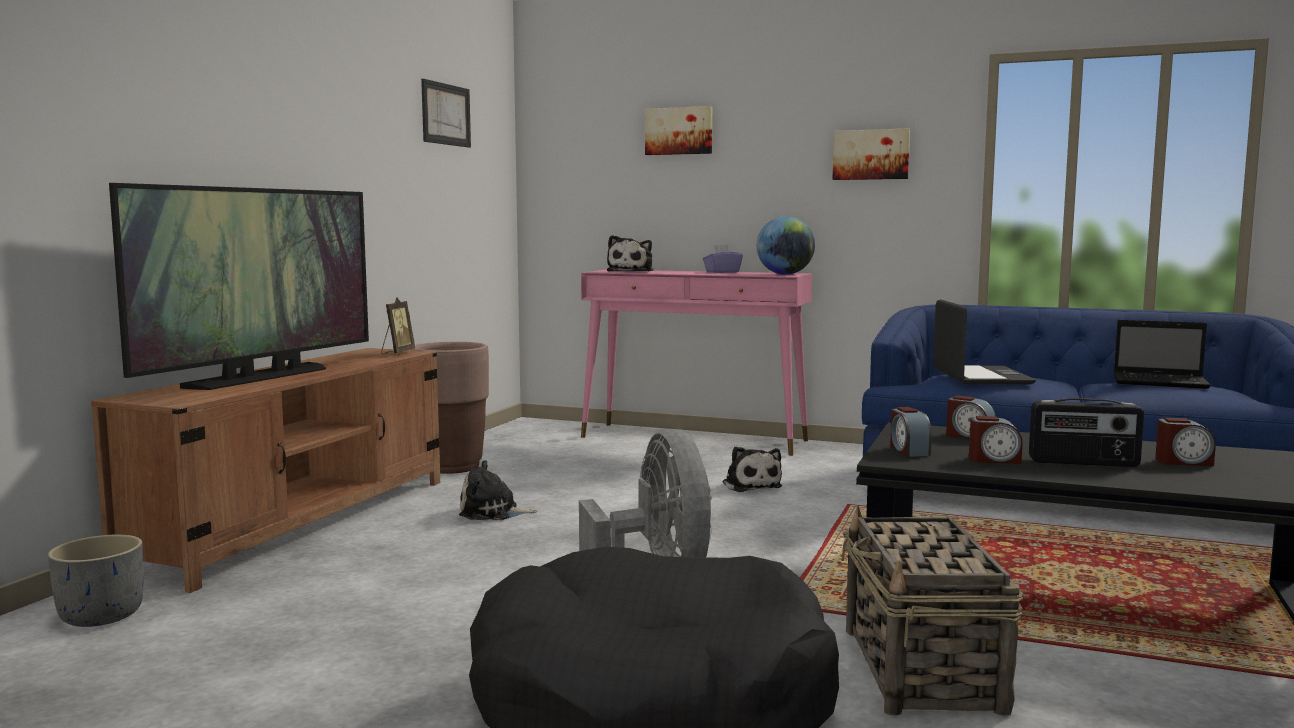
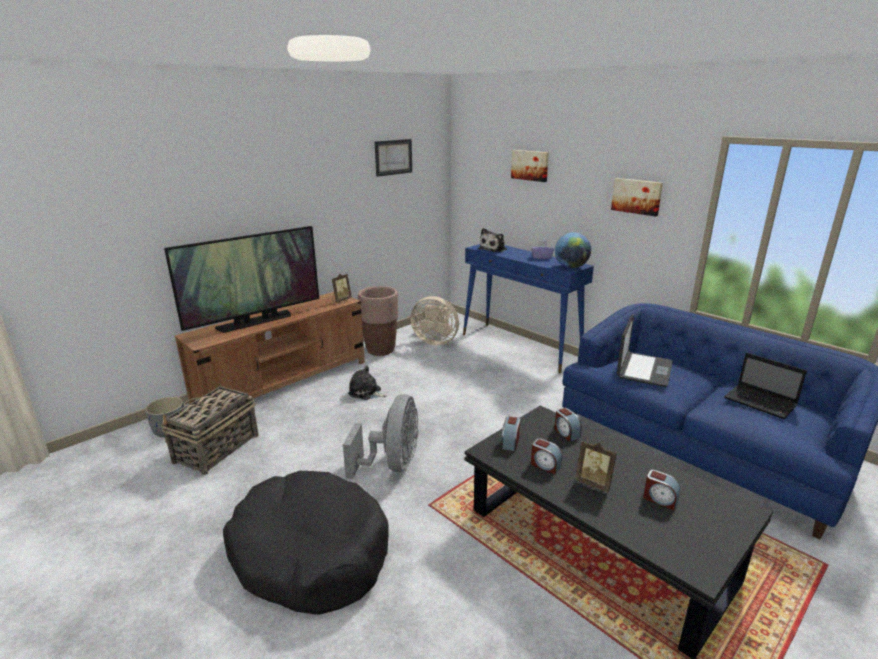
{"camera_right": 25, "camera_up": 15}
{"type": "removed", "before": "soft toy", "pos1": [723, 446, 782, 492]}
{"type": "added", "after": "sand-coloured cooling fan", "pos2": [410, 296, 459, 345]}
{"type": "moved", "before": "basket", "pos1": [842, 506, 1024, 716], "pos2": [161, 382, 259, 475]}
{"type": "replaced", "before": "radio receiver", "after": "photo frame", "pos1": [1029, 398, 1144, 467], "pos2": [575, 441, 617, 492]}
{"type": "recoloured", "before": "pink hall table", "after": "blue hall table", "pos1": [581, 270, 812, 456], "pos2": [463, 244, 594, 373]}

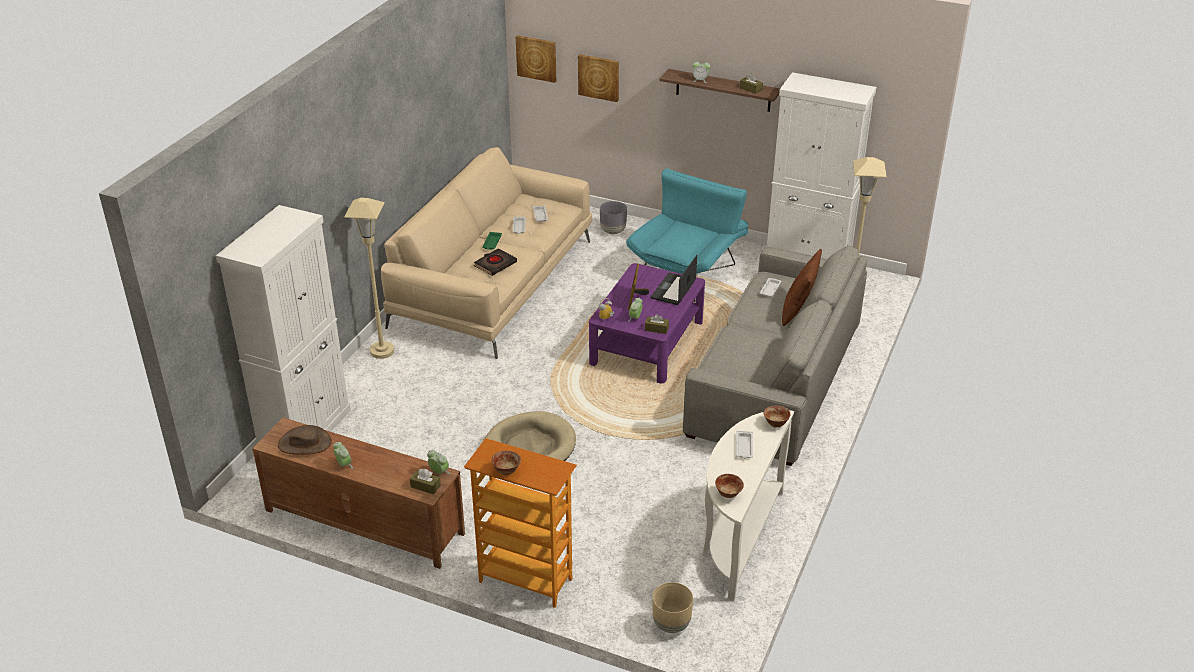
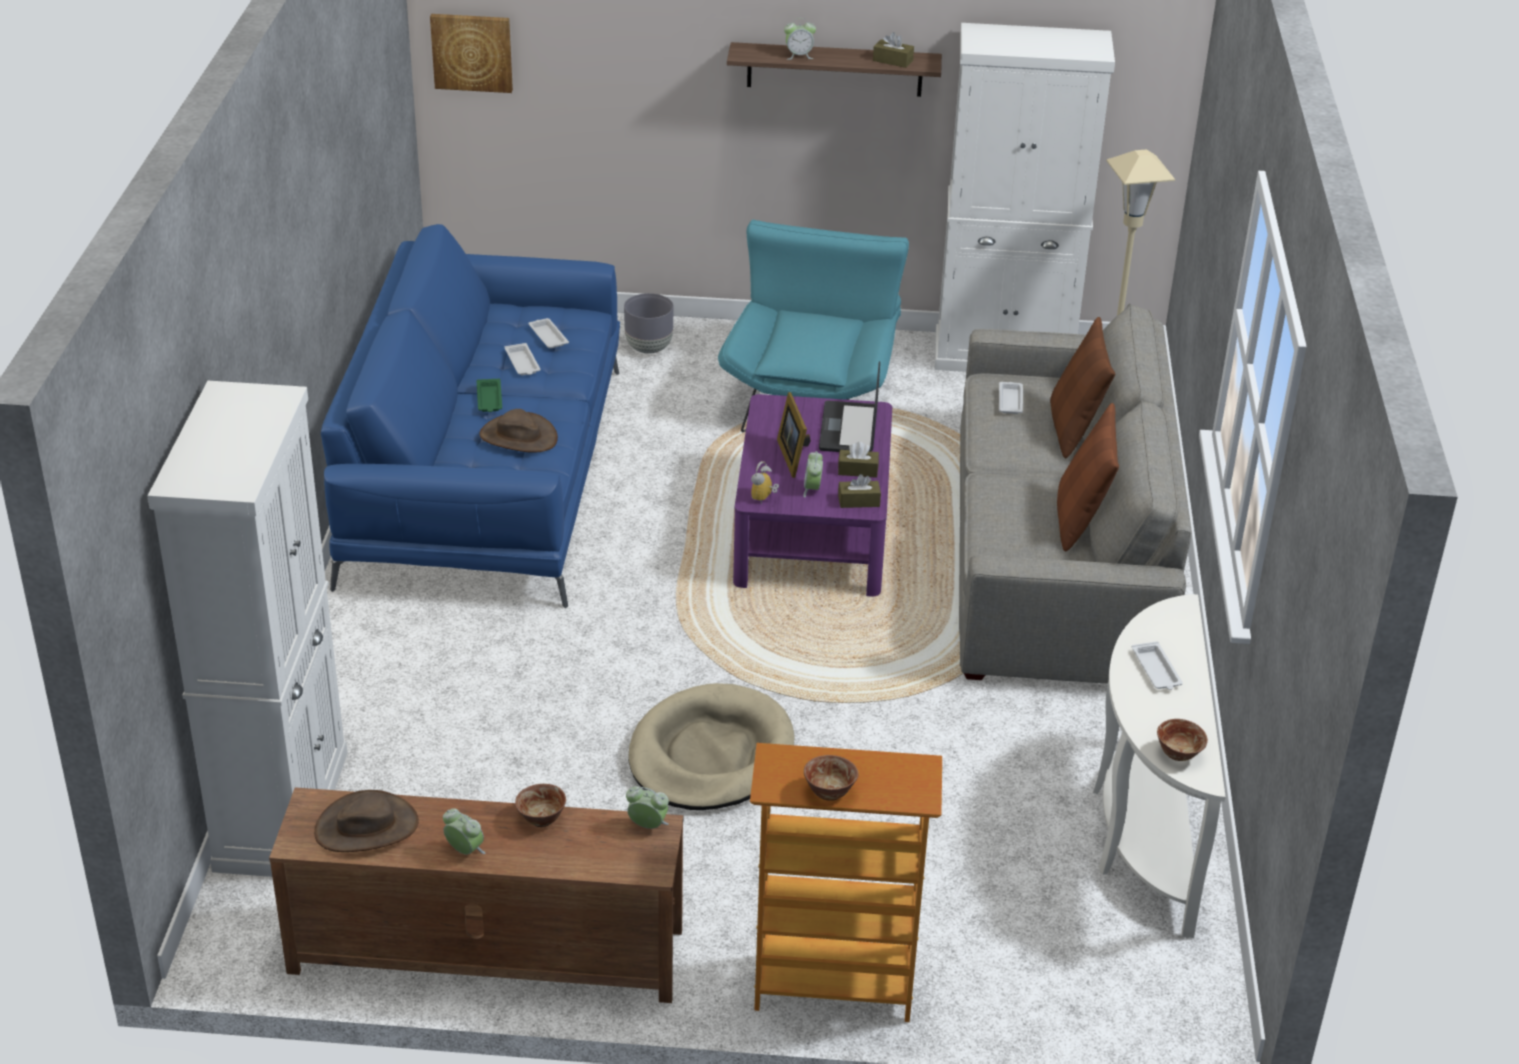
{"camera_right": -20, "camera_up": 0}
{"type": "removed", "before": "sand-coloured floor lamp", "pos1": [344, 198, 394, 359]}
{"type": "removed", "before": "wall picture", "pos1": [578, 54, 619, 102]}
{"type": "removed", "before": "sand-coloured plant pot", "pos1": [652, 582, 693, 633]}
{"type": "added", "after": "brown-coloured throw pillow", "pos2": [1057, 403, 1119, 552]}
{"type": "moved", "before": "brown-coloured tissue holder", "pos1": [410, 469, 441, 494], "pos2": [838, 442, 879, 478]}
{"type": "moved", "before": "serving bowl", "pos1": [764, 405, 790, 428], "pos2": [515, 784, 566, 827]}
{"type": "replaced", "before": "blackish volume", "after": "brown-coloured wearable hat", "pos1": [474, 249, 517, 276], "pos2": [479, 409, 558, 453]}
{"type": "recoloured", "before": "sand-coloured sofa", "after": "blue sofa", "pos1": [381, 147, 592, 359], "pos2": [321, 224, 620, 608]}

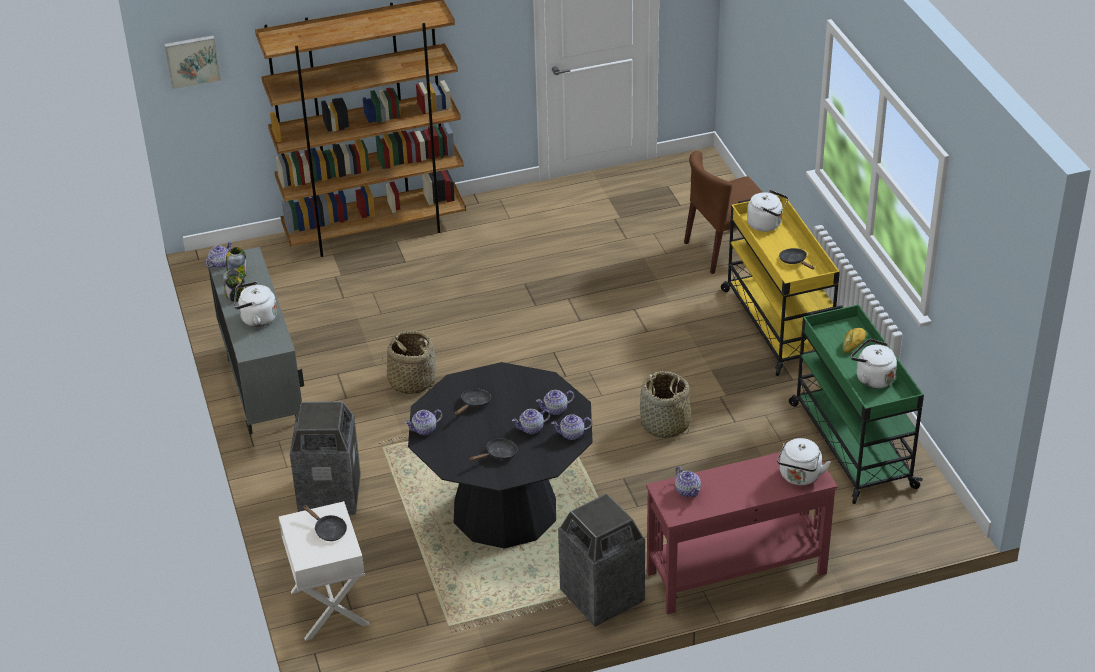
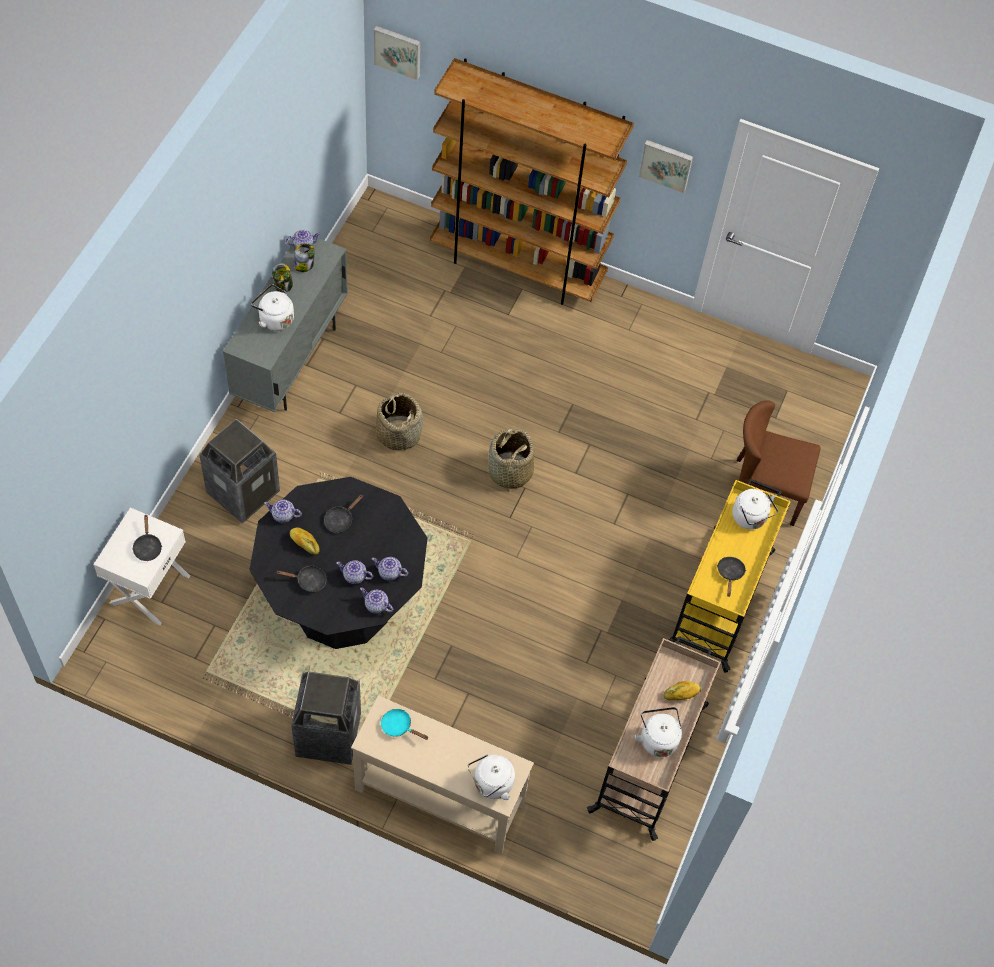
{"camera_right": 35, "camera_up": 20}
{"type": "added", "after": "bread", "pos2": [290, 527, 320, 555]}
{"type": "added", "after": "wall picture", "pos2": [639, 140, 693, 193]}
{"type": "moved", "before": "basket", "pos1": [640, 371, 691, 438], "pos2": [488, 429, 534, 491]}
{"type": "replaced", "before": "tea pot", "after": "turquoise-coloured pan", "pos1": [675, 466, 701, 497], "pos2": [381, 709, 429, 740]}
{"type": "recoloured", "before": "reddish hall table", "after": "sand-coloured hall table", "pos1": [646, 452, 838, 615], "pos2": [351, 695, 534, 855]}
{"type": "recoloured", "before": "greenish cart", "after": "sand-coloured cart", "pos1": [789, 304, 924, 504], "pos2": [587, 636, 721, 841]}
{"type": "turned", "before": "blackish pan", "pos1": [455, 388, 491, 415], "pos2": [324, 495, 363, 533], "turn": 150}

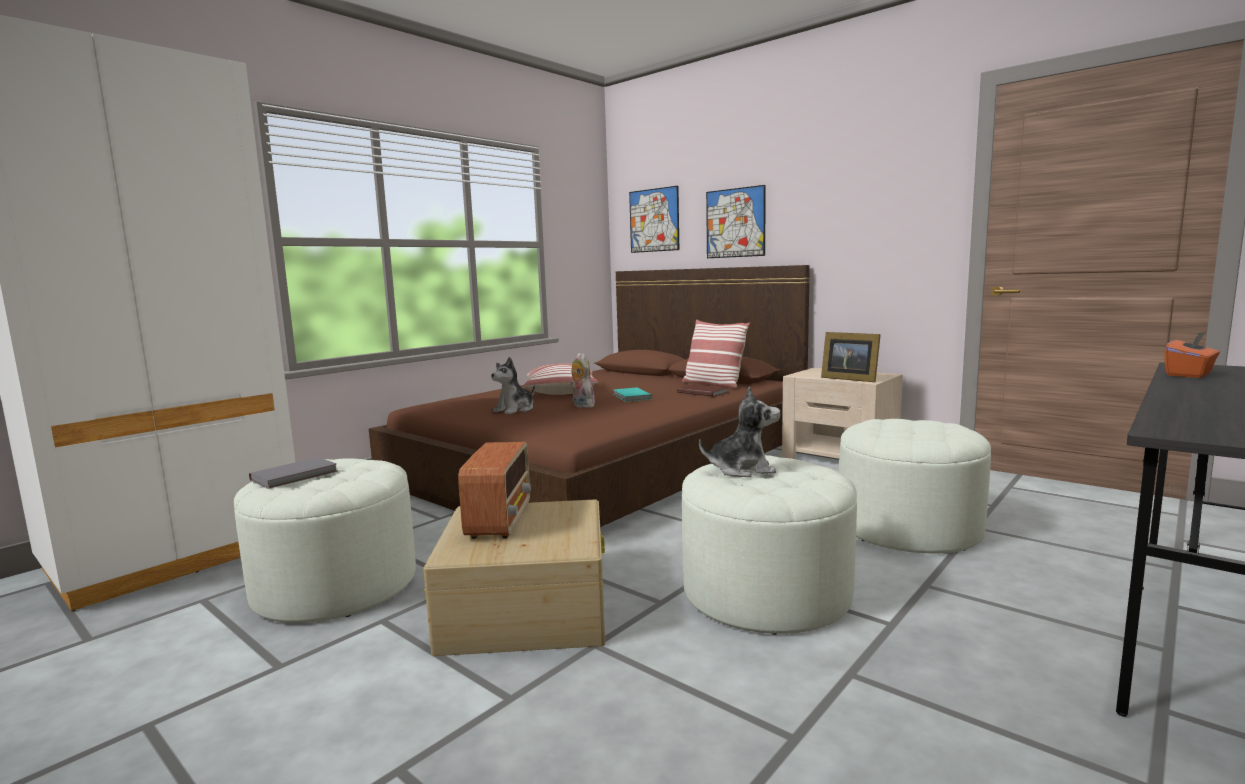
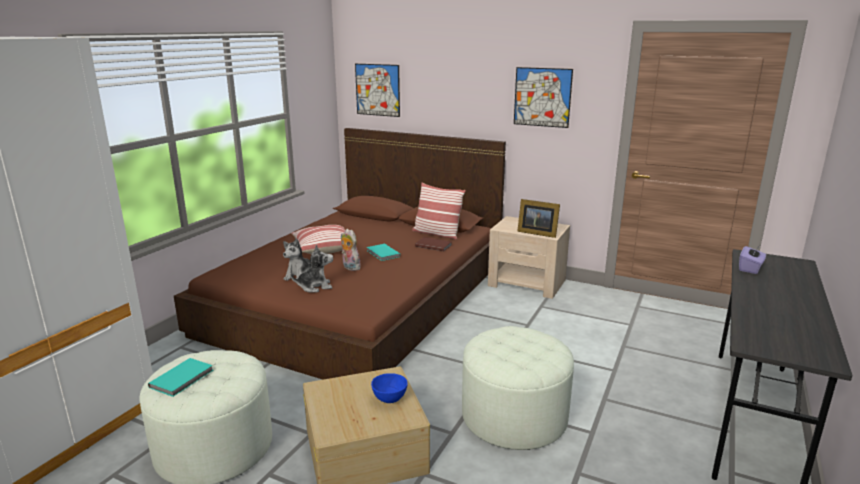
{"camera_right": -15, "camera_up": 10}
{"type": "removed", "before": "radio receiver", "pos1": [458, 442, 531, 539]}
{"type": "removed", "before": "white ottoman", "pos1": [839, 419, 991, 553]}
{"type": "added", "after": "blue serving bowl", "pos2": [371, 373, 408, 403]}
{"type": "moved", "before": "soft toy", "pos1": [699, 387, 780, 477], "pos2": [291, 244, 333, 292]}
{"type": "moved", "before": "wall picture", "pos1": [706, 185, 766, 258], "pos2": [514, 67, 573, 128]}
{"type": "recoloured", "before": "grey volume", "after": "turquoise-coloured volume", "pos1": [249, 457, 338, 489], "pos2": [148, 358, 213, 397]}
{"type": "recoloured", "before": "orangey tissue holder", "after": "purple tissue holder", "pos1": [1165, 331, 1220, 378], "pos2": [739, 244, 766, 274]}

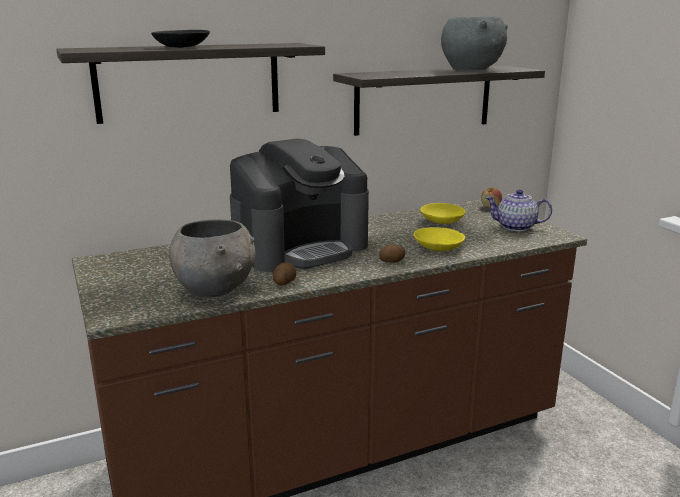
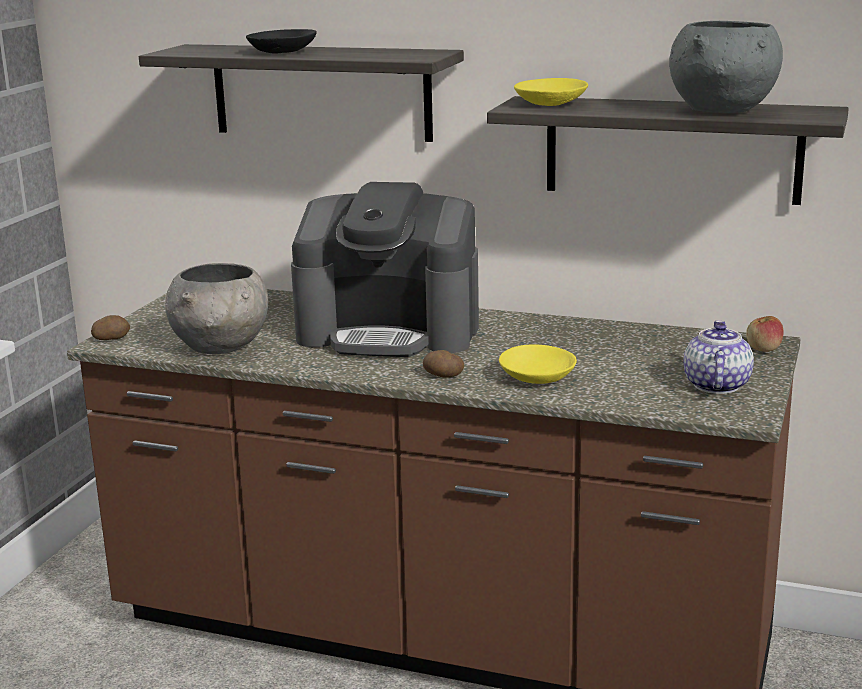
{"camera_right": 45, "camera_up": 0}
{"type": "moved", "before": "whole potato", "pos1": [273, 262, 296, 285], "pos2": [91, 315, 130, 340]}
{"type": "moved", "before": "yellow serving bowl", "pos1": [420, 203, 466, 224], "pos2": [514, 78, 588, 106]}
{"type": "turned", "before": "tea pot", "pos1": [485, 190, 552, 231], "pos2": [683, 321, 754, 394], "turn": 45}

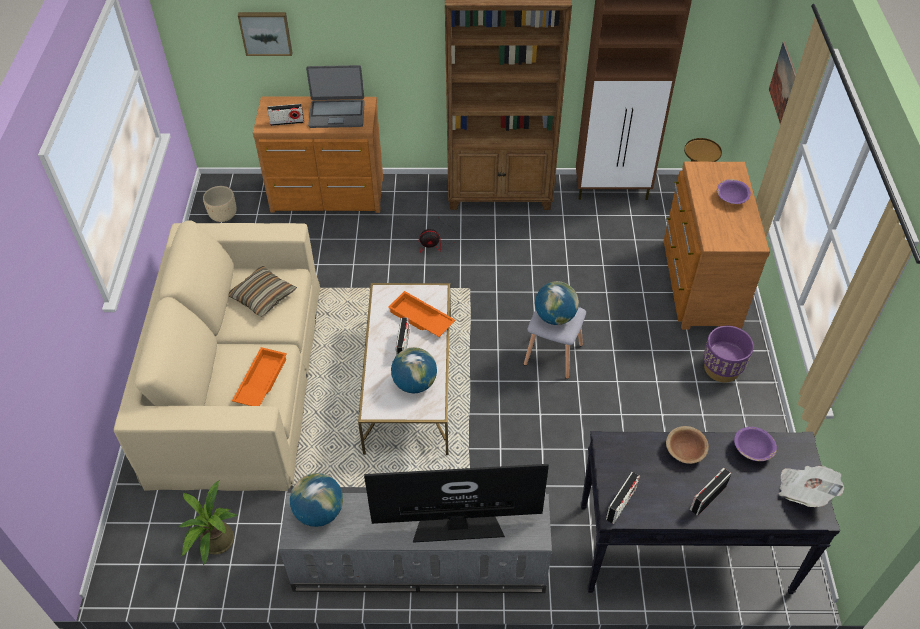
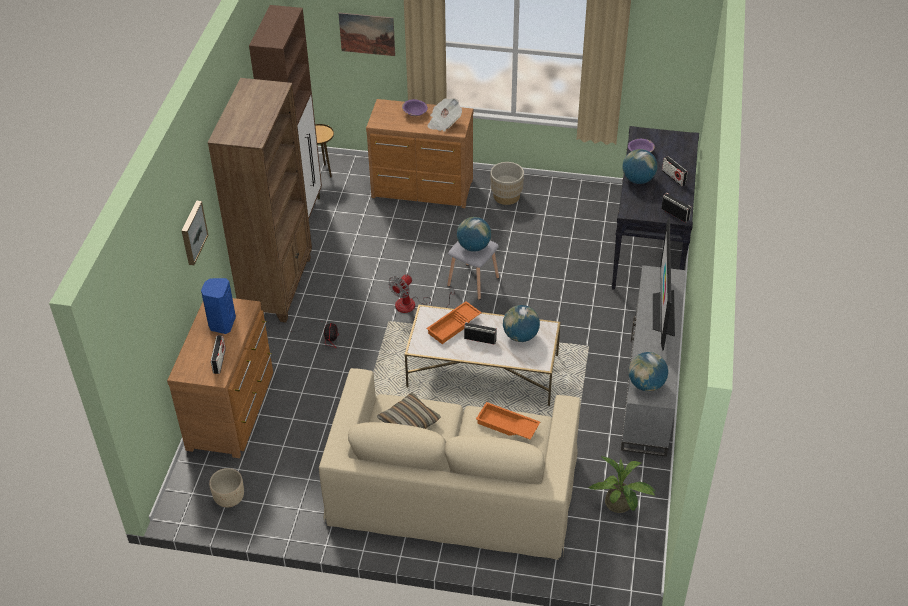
{"camera_right": -80, "camera_up": -5}
{"type": "added", "after": "cooling fan", "pos2": [388, 274, 454, 313]}
{"type": "moved", "before": "wall picture", "pos1": [238, 12, 293, 56], "pos2": [182, 201, 208, 265]}
{"type": "moved", "before": "printed paper", "pos1": [779, 465, 844, 507], "pos2": [427, 98, 462, 132]}
{"type": "replaced", "before": "laptop", "after": "blue loudspeaker", "pos1": [306, 65, 365, 128], "pos2": [201, 278, 236, 334]}
{"type": "replaced", "before": "brown-coloured serving bowl", "after": "world globe", "pos1": [666, 426, 709, 464], "pos2": [622, 149, 658, 184]}
{"type": "recoloured", "before": "purple plant pot", "after": "sand-coloured plant pot", "pos1": [703, 326, 754, 382], "pos2": [491, 162, 524, 205]}

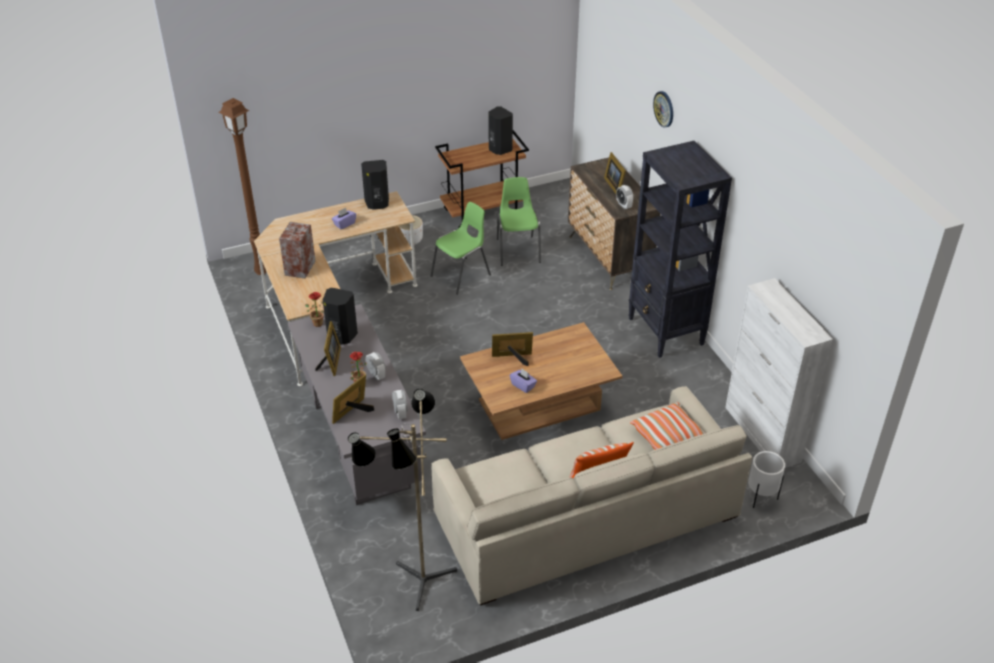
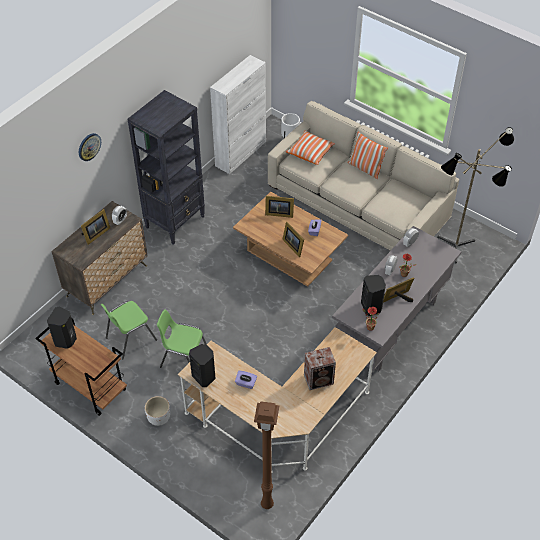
{"camera_right": -120, "camera_up": 10}
{"type": "moved", "before": "photo frame", "pos1": [332, 374, 374, 424], "pos2": [265, 196, 294, 218]}

